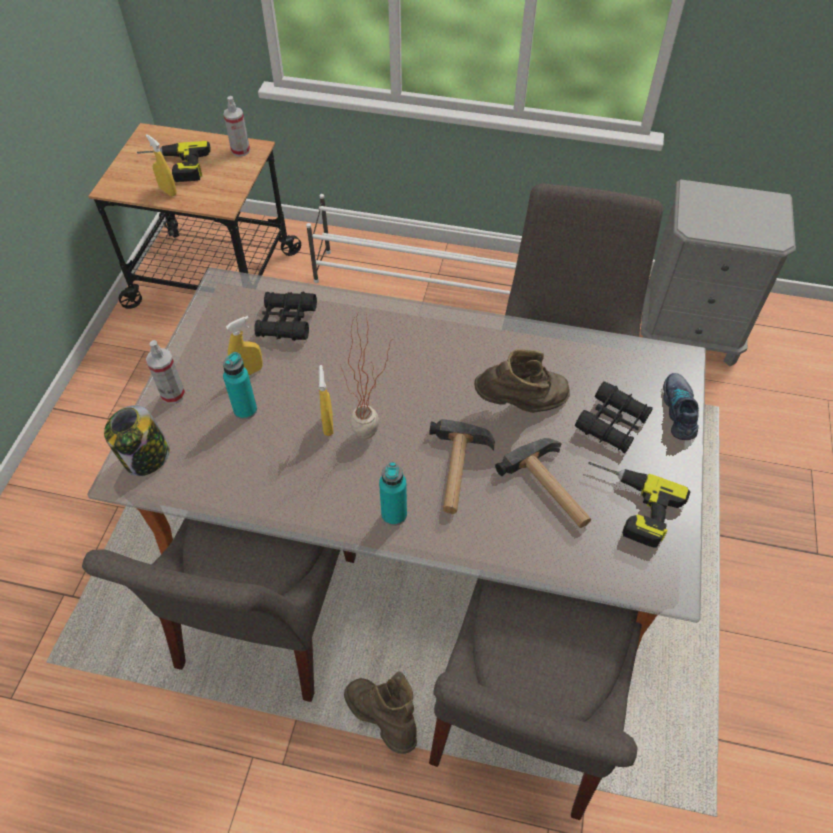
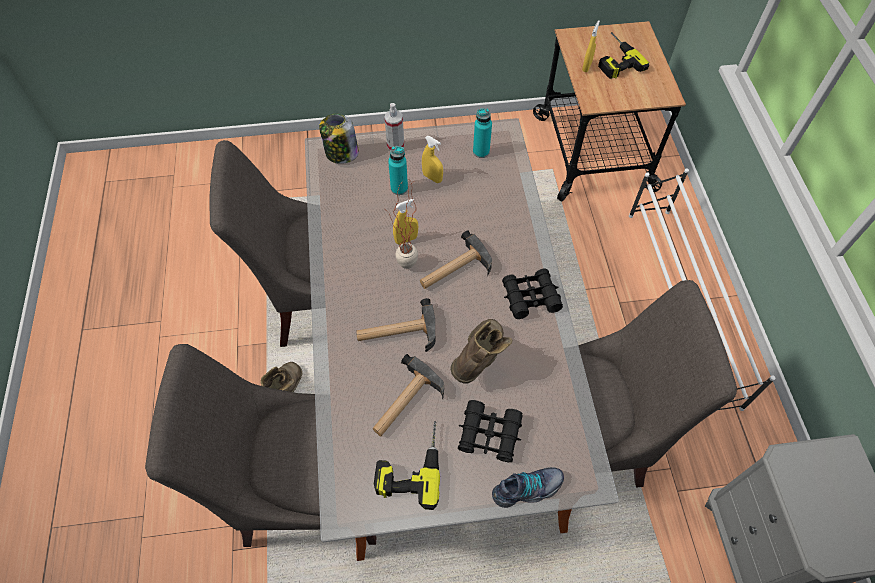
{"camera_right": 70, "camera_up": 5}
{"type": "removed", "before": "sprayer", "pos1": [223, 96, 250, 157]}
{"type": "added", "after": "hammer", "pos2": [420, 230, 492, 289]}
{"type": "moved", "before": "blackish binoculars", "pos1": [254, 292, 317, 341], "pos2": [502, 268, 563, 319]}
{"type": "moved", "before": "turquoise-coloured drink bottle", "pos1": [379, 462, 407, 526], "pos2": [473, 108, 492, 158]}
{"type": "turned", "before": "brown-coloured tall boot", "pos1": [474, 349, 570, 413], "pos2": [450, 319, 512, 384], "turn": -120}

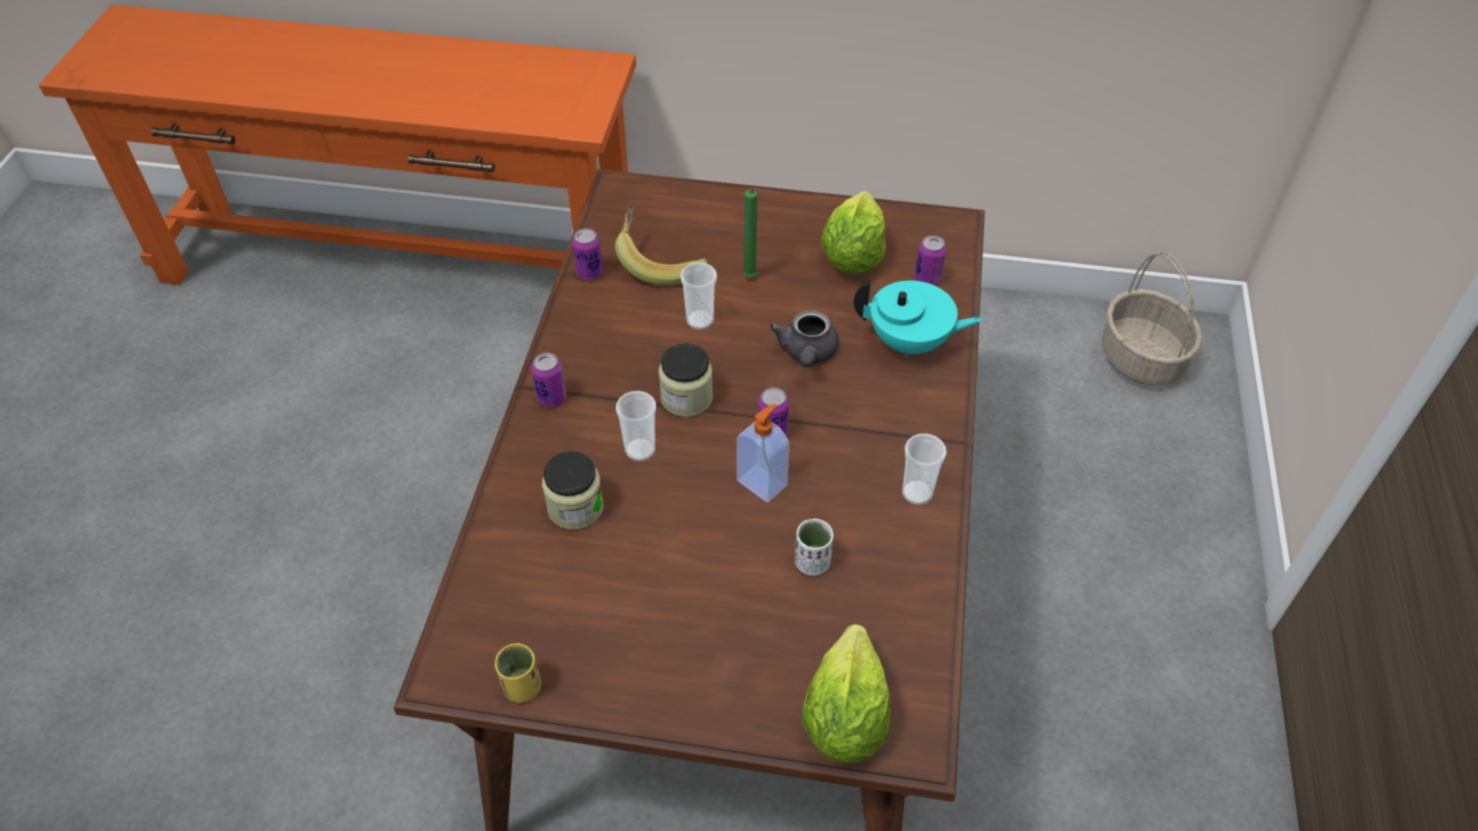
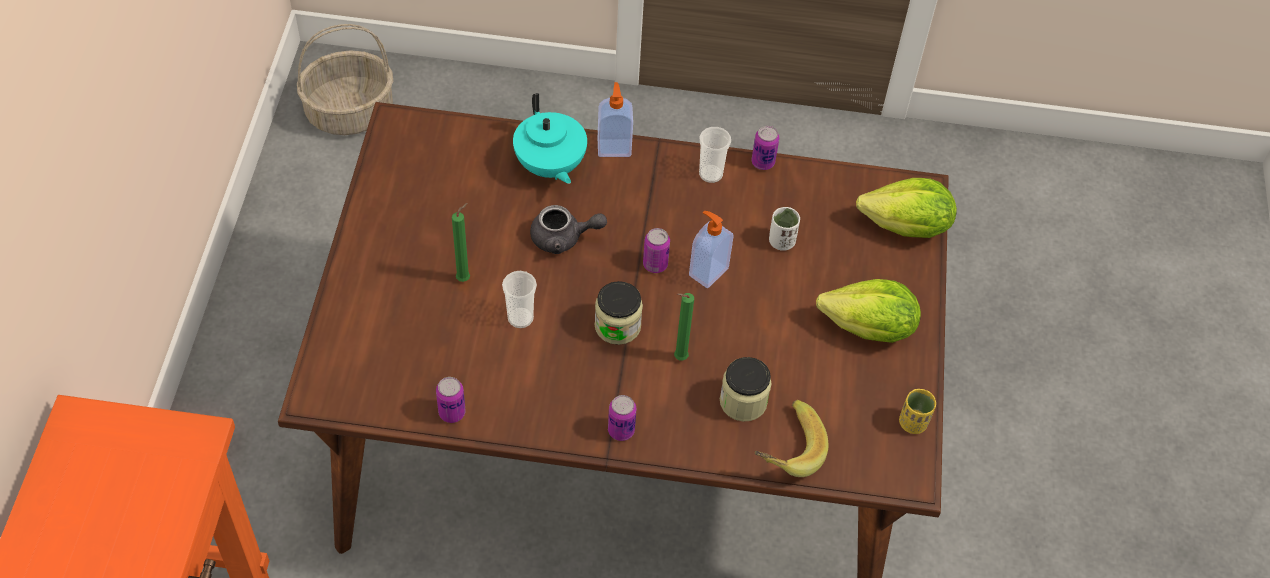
{"camera_right": -95, "camera_up": 5}
{"type": "added", "after": "soap dispenser", "pos2": [598, 82, 633, 157]}
{"type": "moved", "before": "banana fruit", "pos1": [615, 204, 708, 286], "pos2": [754, 400, 828, 477]}
{"type": "moved", "before": "lettuce head", "pos1": [821, 191, 886, 273], "pos2": [816, 279, 921, 343]}
{"type": "moved", "before": "sealed can", "pos1": [914, 235, 946, 286], "pos2": [752, 126, 779, 170]}
{"type": "replaced", "before": "cup", "after": "greenish wax candle", "pos1": [616, 391, 656, 461], "pos2": [674, 293, 694, 360]}
{"type": "turned", "before": "turquoise-coloured tea pot", "pos1": [854, 280, 983, 358], "pos2": [513, 93, 587, 184], "turn": 150}

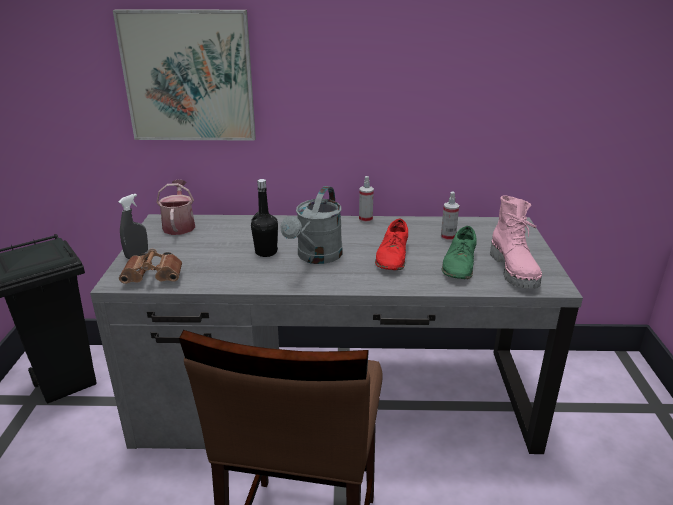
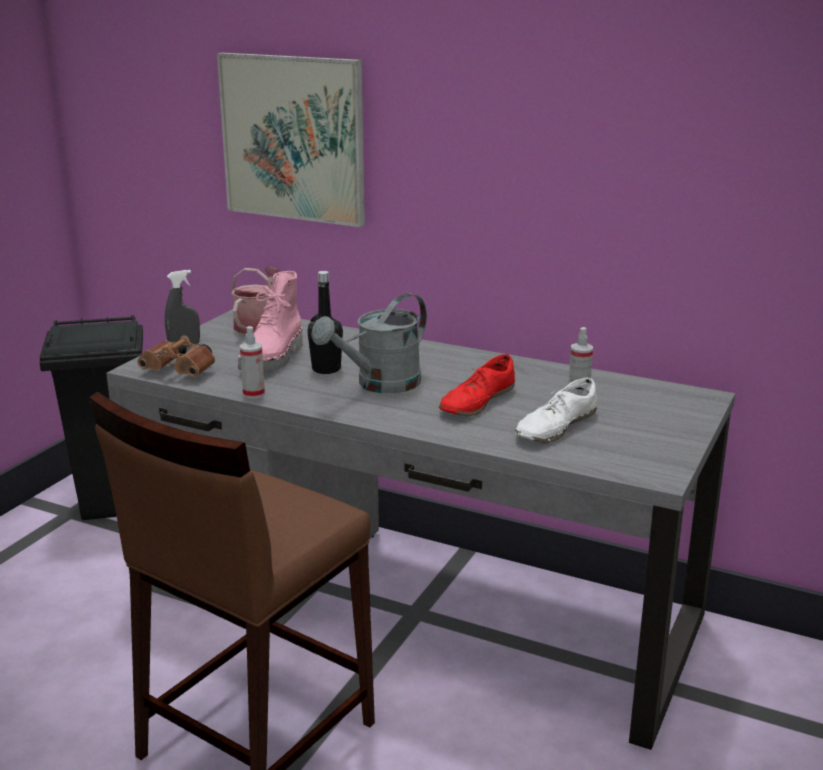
{"camera_right": 25, "camera_up": -5}
{"type": "moved", "before": "sprayer", "pos1": [359, 176, 374, 223], "pos2": [240, 326, 265, 399]}
{"type": "moved", "before": "pink tall boot", "pos1": [490, 195, 542, 288], "pos2": [238, 271, 303, 371]}
{"type": "recoloured", "before": "greenish shoe", "after": "white shoe", "pos1": [442, 226, 477, 279], "pos2": [515, 377, 597, 443]}

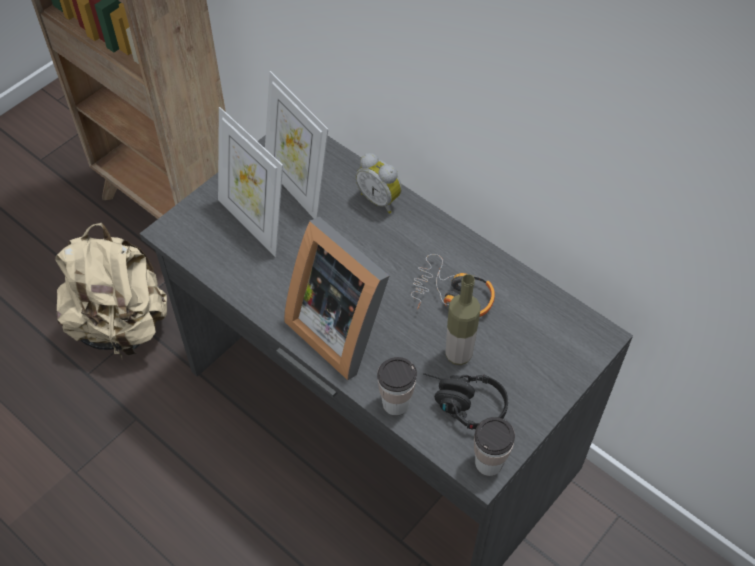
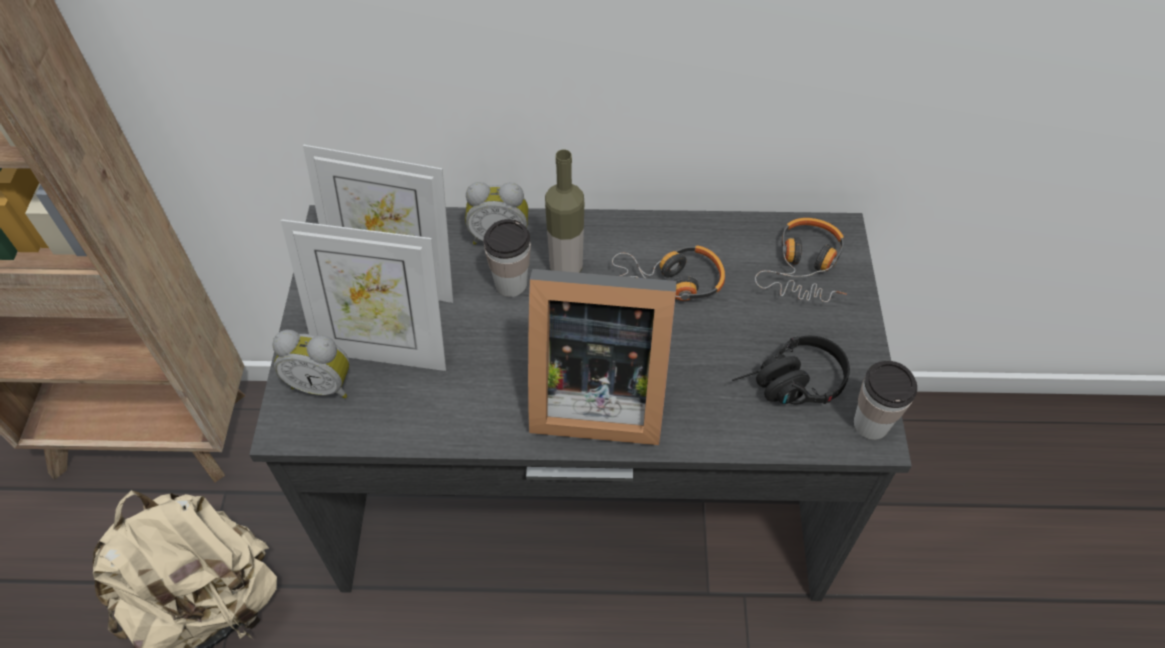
{"camera_right": -40, "camera_up": 0}
{"type": "added", "after": "table clock", "pos2": [272, 330, 350, 398]}
{"type": "added", "after": "headset", "pos2": [755, 218, 847, 302]}
{"type": "moved", "before": "cup", "pos1": [377, 357, 417, 416], "pos2": [483, 219, 531, 297]}
{"type": "moved", "before": "drink bottle", "pos1": [445, 274, 481, 365], "pos2": [545, 149, 584, 273]}

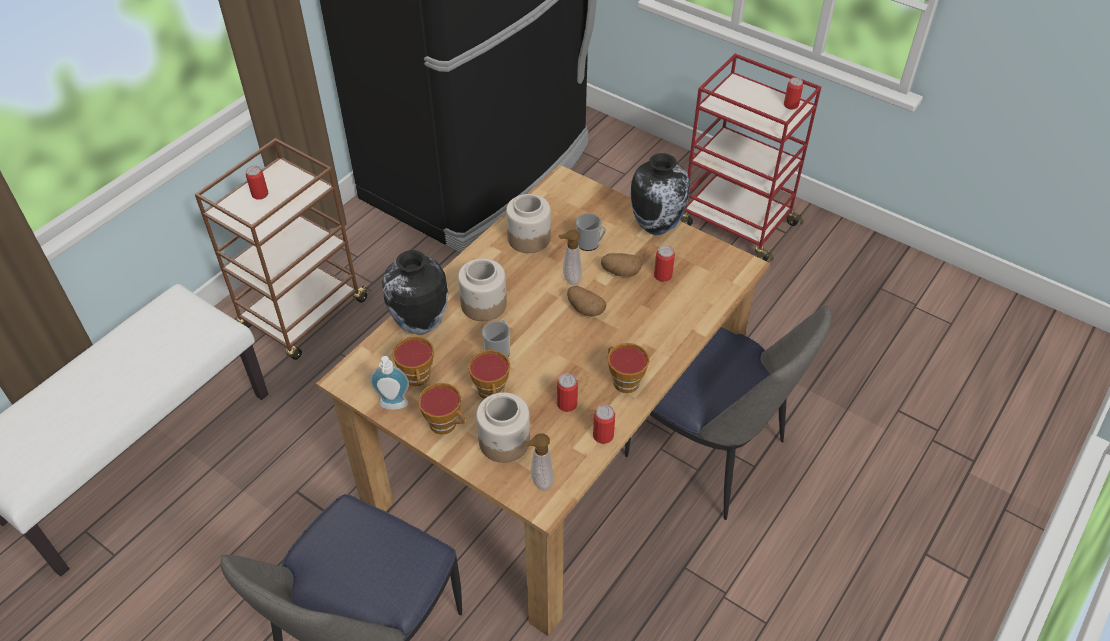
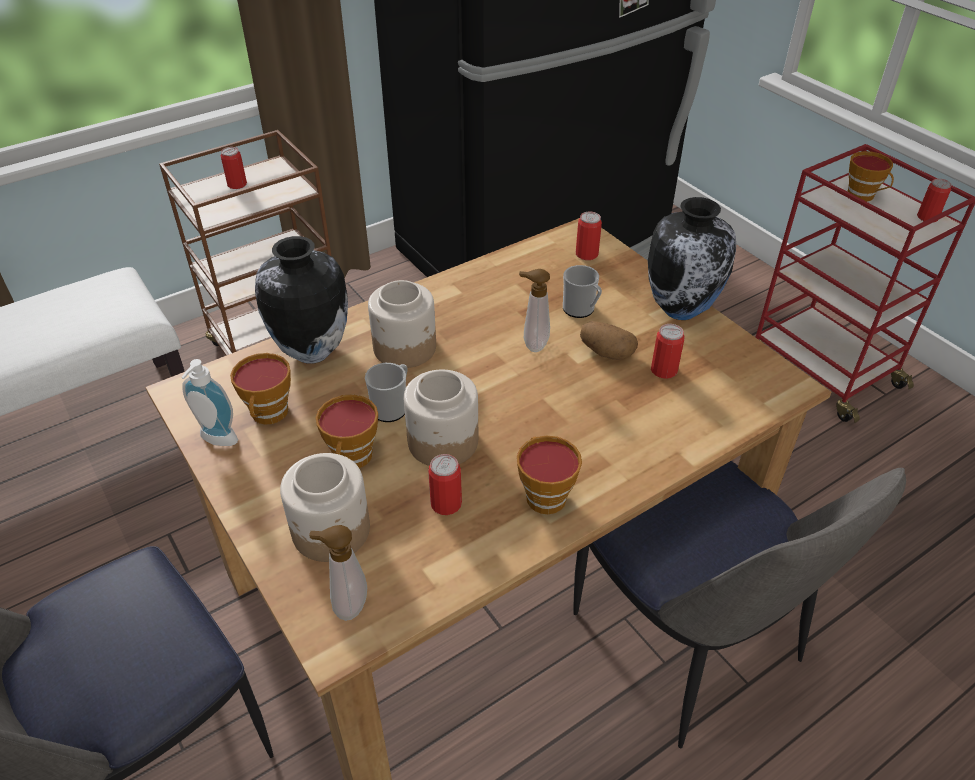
{"camera_right": 20, "camera_up": -5}
{"type": "removed", "before": "whole potato", "pos1": [567, 286, 606, 317]}
{"type": "moved", "before": "cup", "pos1": [418, 383, 465, 435], "pos2": [847, 151, 894, 202]}
{"type": "moved", "before": "jar", "pos1": [506, 194, 551, 253], "pos2": [404, 370, 478, 466]}
{"type": "moved", "before": "sealed can", "pos1": [593, 404, 615, 444], "pos2": [576, 211, 602, 260]}

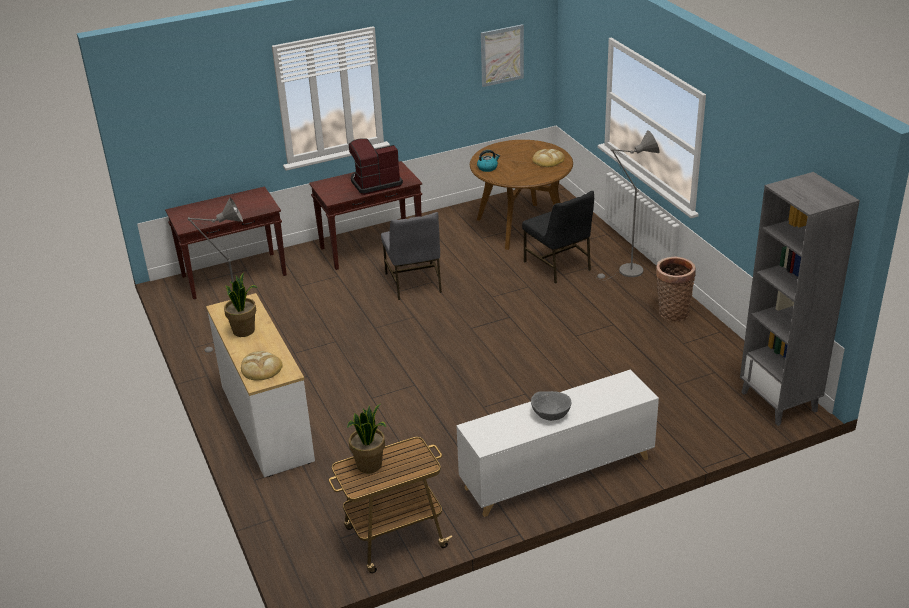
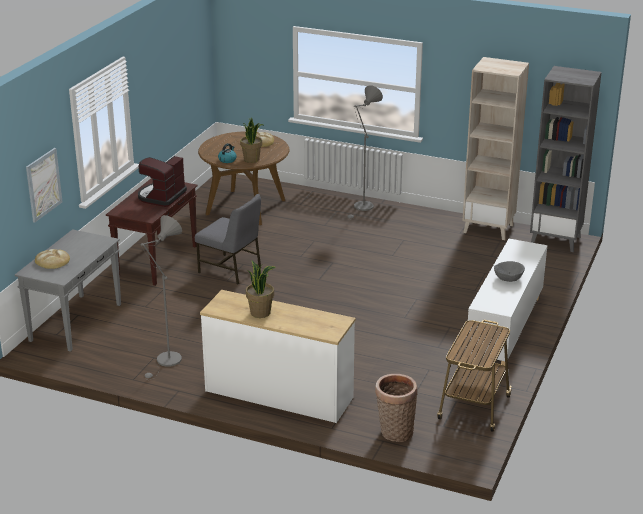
{"camera_right": -45, "camera_up": -5}
{"type": "removed", "before": "blackish chair", "pos1": [522, 191, 594, 284]}
{"type": "added", "after": "sand-coloured bookshelf", "pos2": [463, 57, 529, 240]}
{"type": "moved", "before": "bread", "pos1": [241, 351, 283, 380], "pos2": [35, 249, 70, 269]}
{"type": "moved", "before": "houseplant", "pos1": [347, 404, 386, 474], "pos2": [240, 117, 265, 163]}
{"type": "moved", "before": "wall picture", "pos1": [481, 24, 524, 87], "pos2": [26, 148, 63, 223]}
{"type": "moved", "before": "basket", "pos1": [656, 257, 696, 321], "pos2": [375, 374, 418, 442]}
{"type": "recoloured", "before": "brown-coloured hall table", "after": "grey hall table", "pos1": [165, 186, 287, 300], "pos2": [15, 229, 121, 352]}

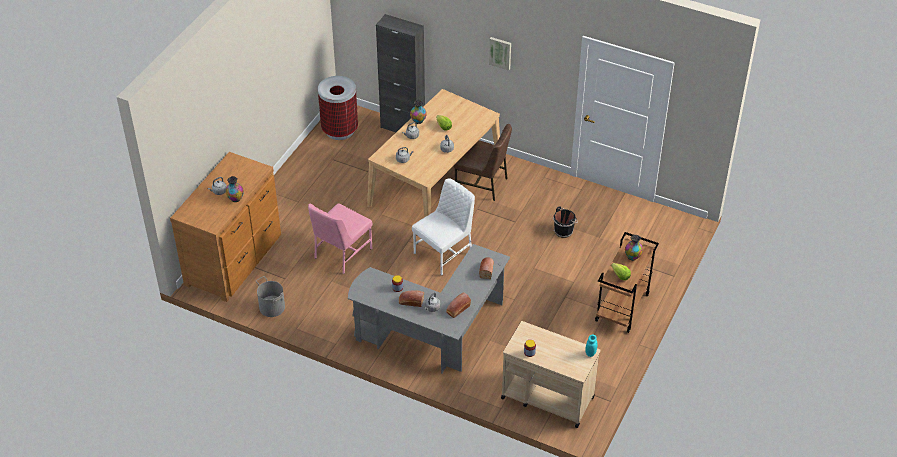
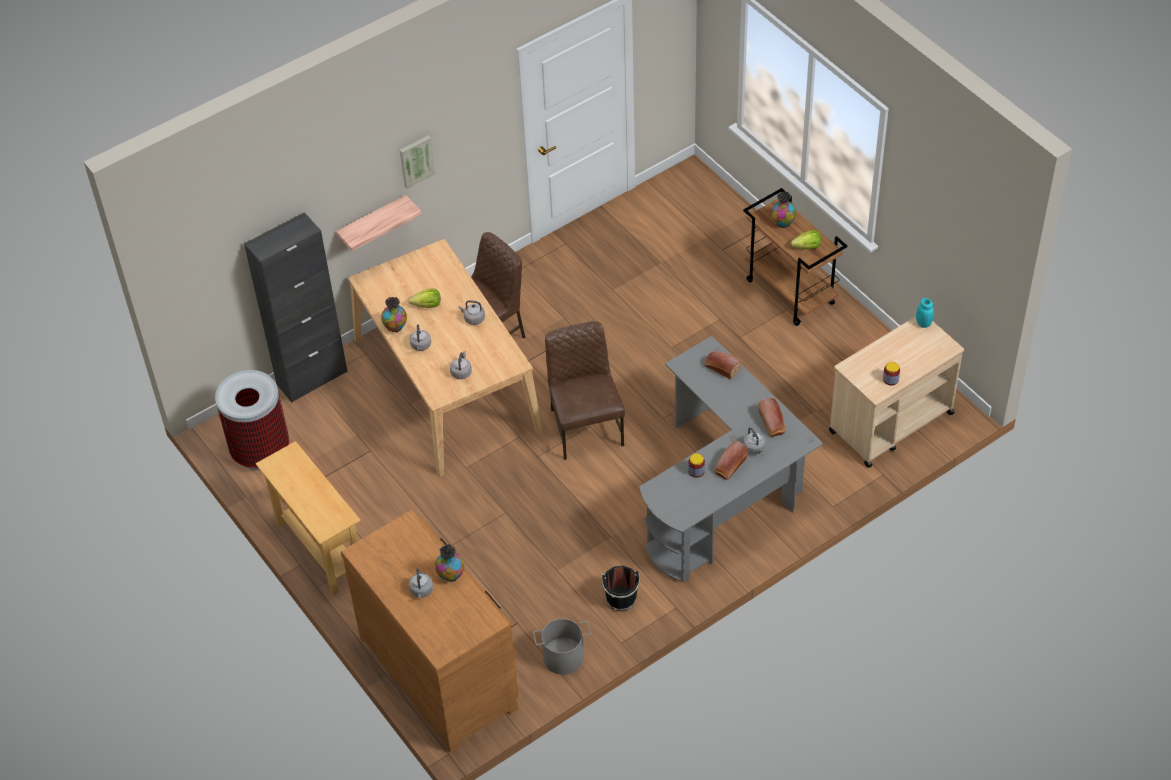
{"camera_right": -60, "camera_up": 5}
{"type": "removed", "before": "pink chair", "pos1": [308, 204, 373, 274]}
{"type": "added", "after": "sand-coloured hall table", "pos2": [256, 441, 361, 595]}
{"type": "added", "after": "wall shelf", "pos2": [336, 195, 422, 251]}
{"type": "moved", "before": "blackish water bucket", "pos1": [553, 206, 577, 238], "pos2": [600, 566, 640, 611]}
{"type": "recoloured", "before": "white chair", "after": "brown-coloured chair", "pos1": [412, 178, 475, 276], "pos2": [545, 321, 625, 460]}

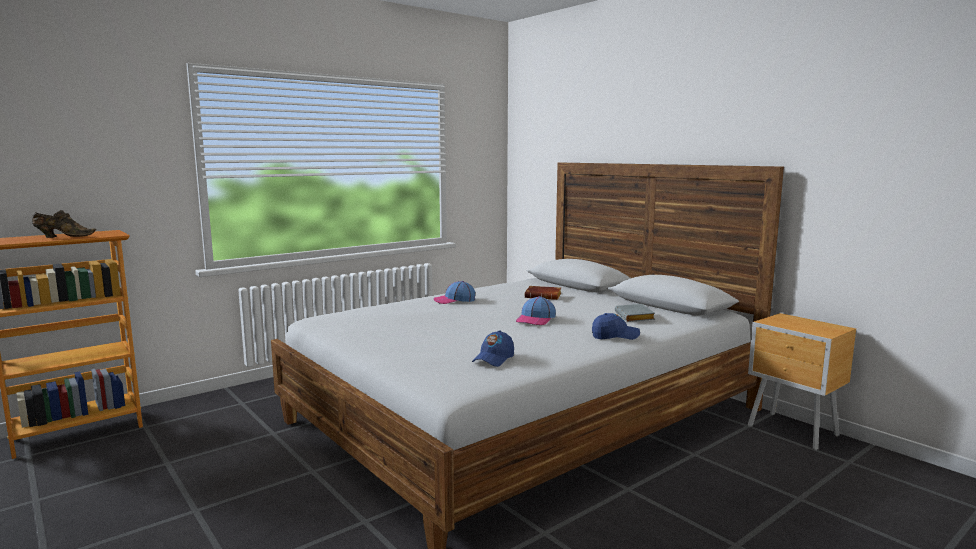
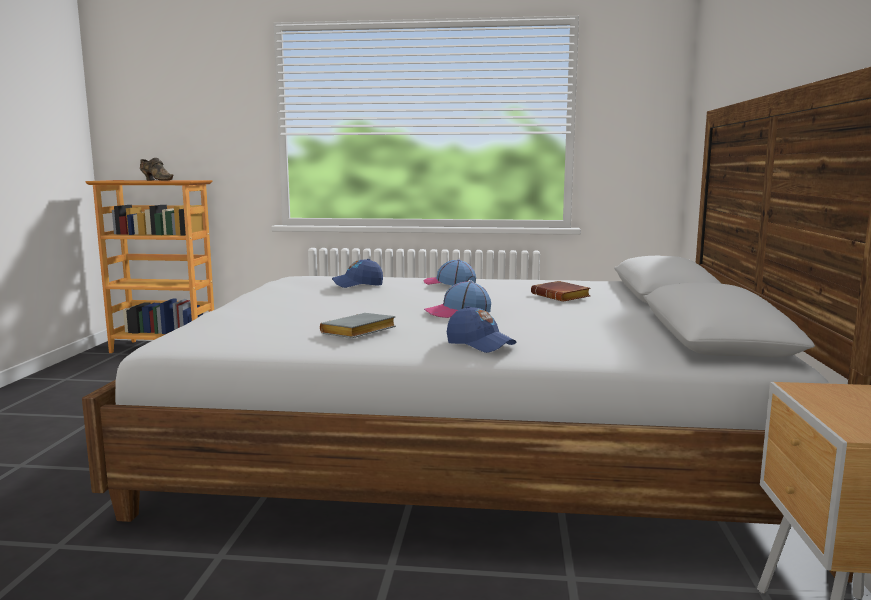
{"camera_right": 45, "camera_up": 0}
{"type": "moved", "before": "blue baseball cap", "pos1": [472, 331, 514, 367], "pos2": [332, 259, 383, 288]}
{"type": "moved", "before": "grey volume", "pos1": [615, 304, 655, 322], "pos2": [320, 313, 396, 338]}

